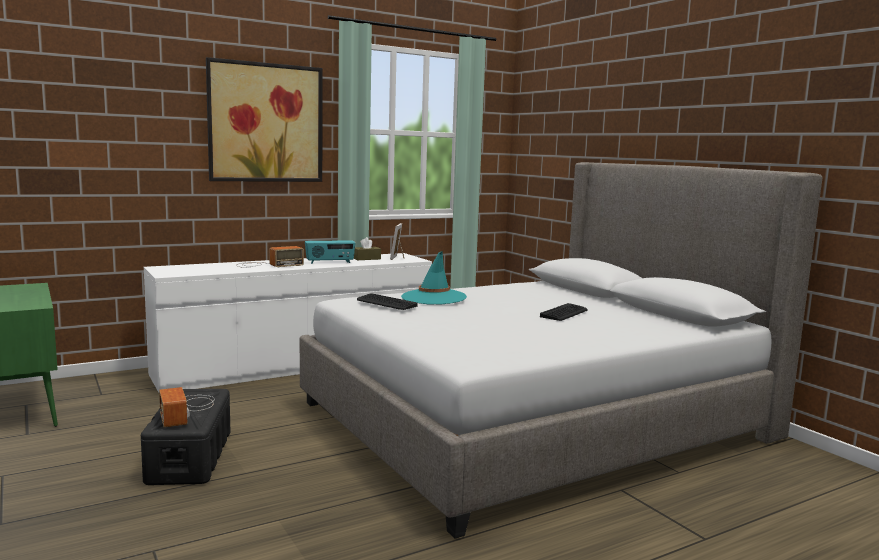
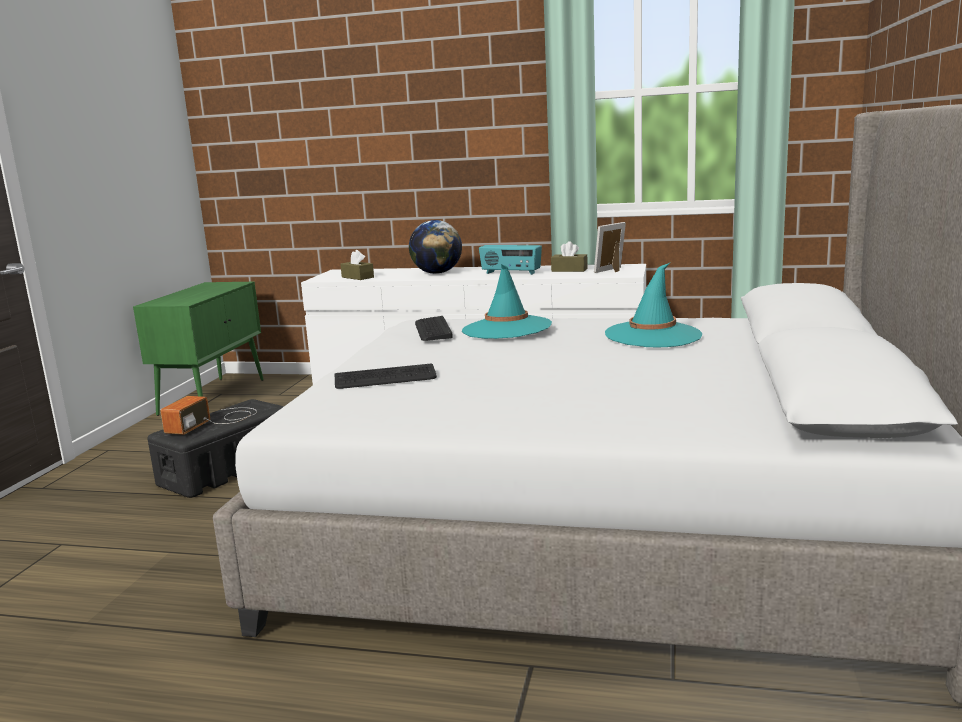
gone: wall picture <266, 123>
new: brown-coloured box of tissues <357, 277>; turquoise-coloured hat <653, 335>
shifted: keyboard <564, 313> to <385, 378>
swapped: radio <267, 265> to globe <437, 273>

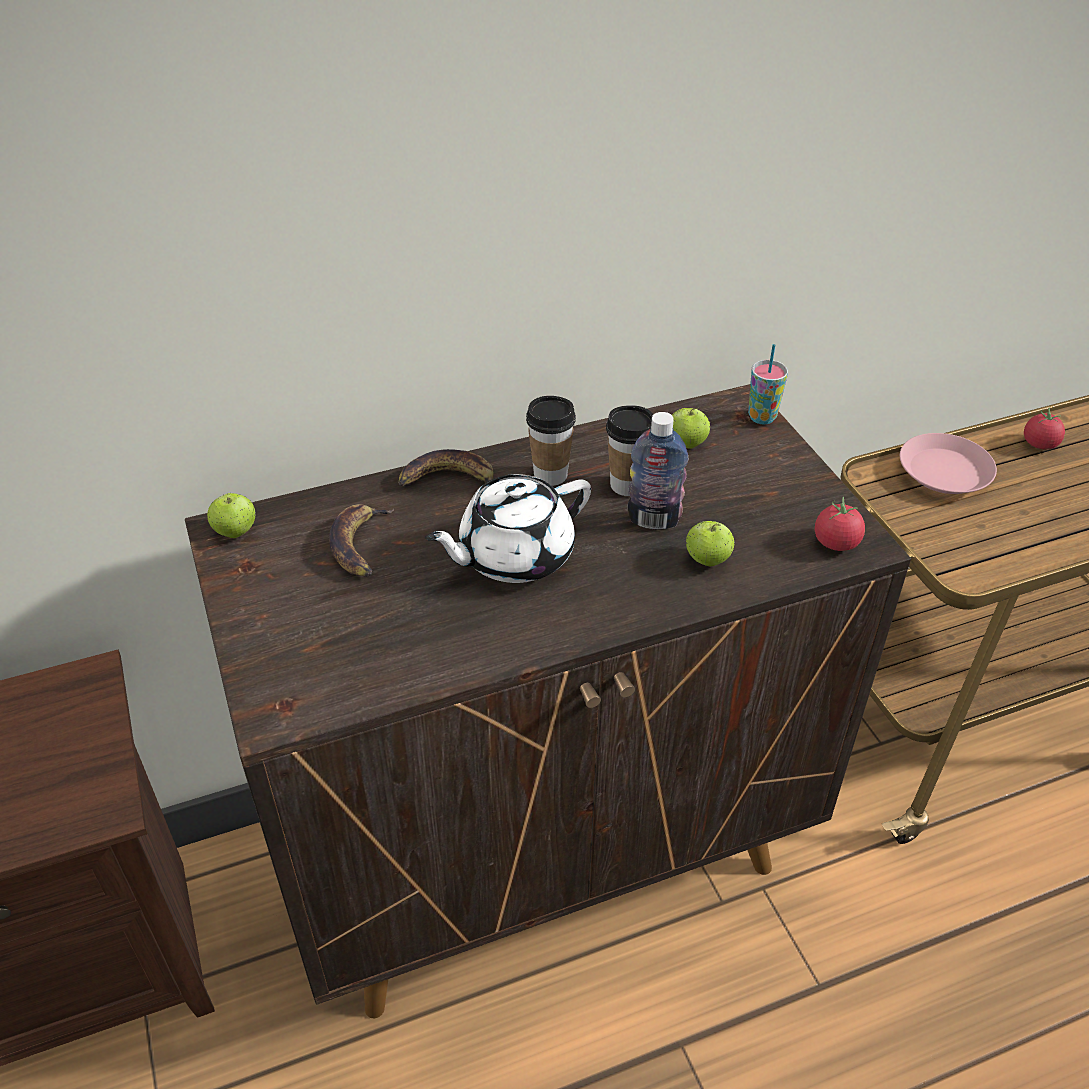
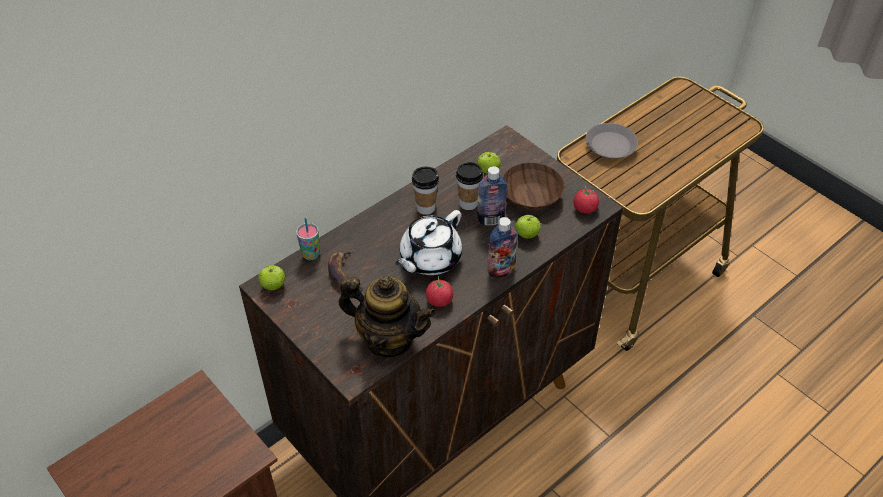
gone: banana fruit <448, 480>
new: teapot <389, 339>; beverage bottle <501, 271>; brown-coloured deep dish <530, 194>
shifted: cup <762, 417> to <311, 255>; fresh tomato <1039, 444> to <439, 300>
repainted: pink-coloured plate <944, 471> to greyish plate <610, 145>

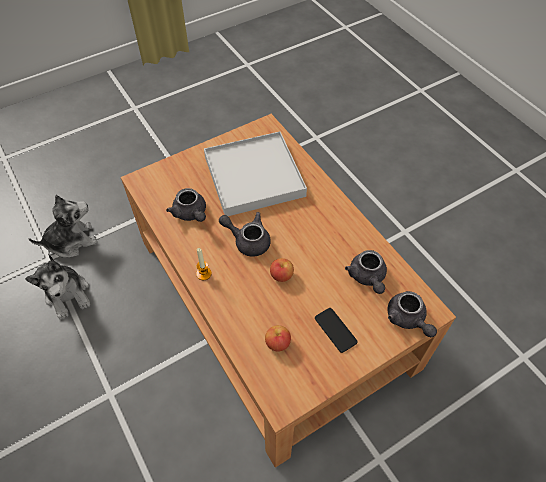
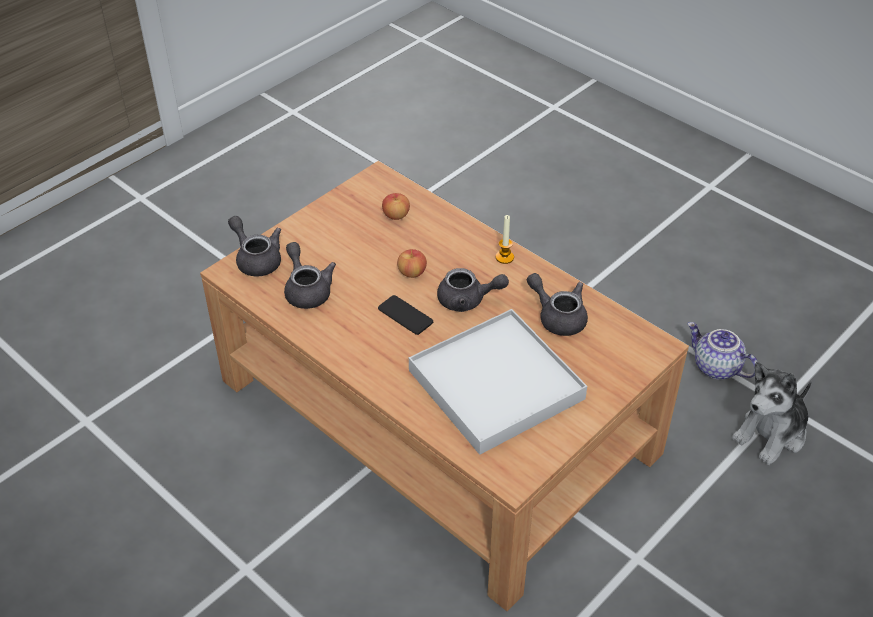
shifted: telephone <335, 330> to <405, 315>
swapped: plush toy <68, 294> to teapot <715, 367>

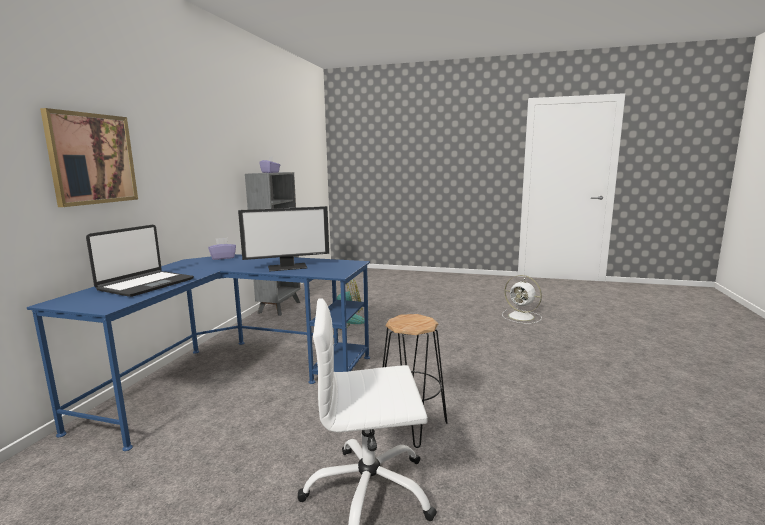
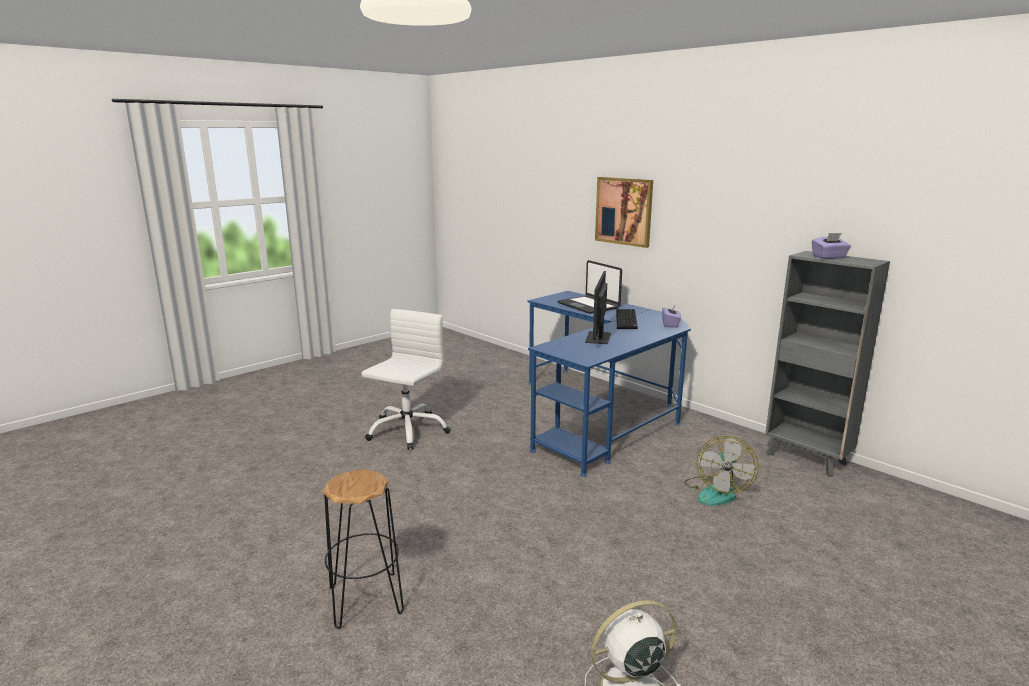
new: keyboard <627, 320>
shifted: black-coloured sitting stool <411, 425> to <365, 599>

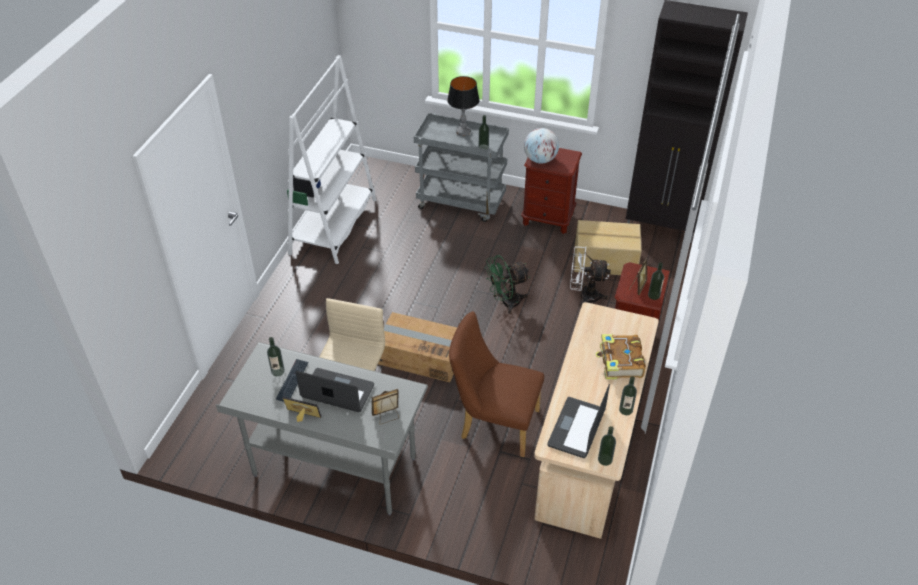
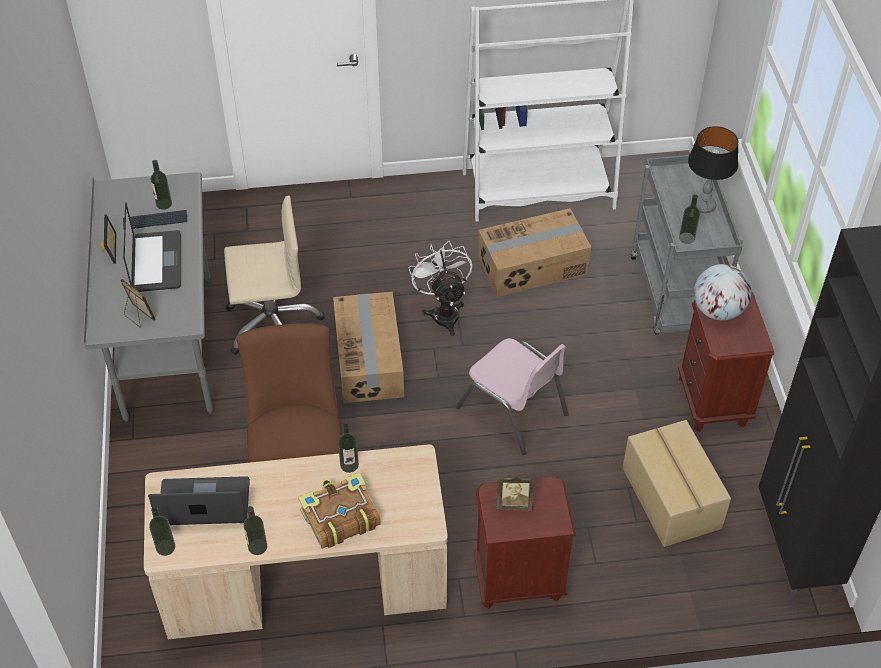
new: carton <533, 266>
shifted: white electric fan <584, 296> to <443, 311>; beverage bottle <654, 295> to <349, 465>
swapped: green electric fan <506, 303> to pink-coloured chair <513, 411>

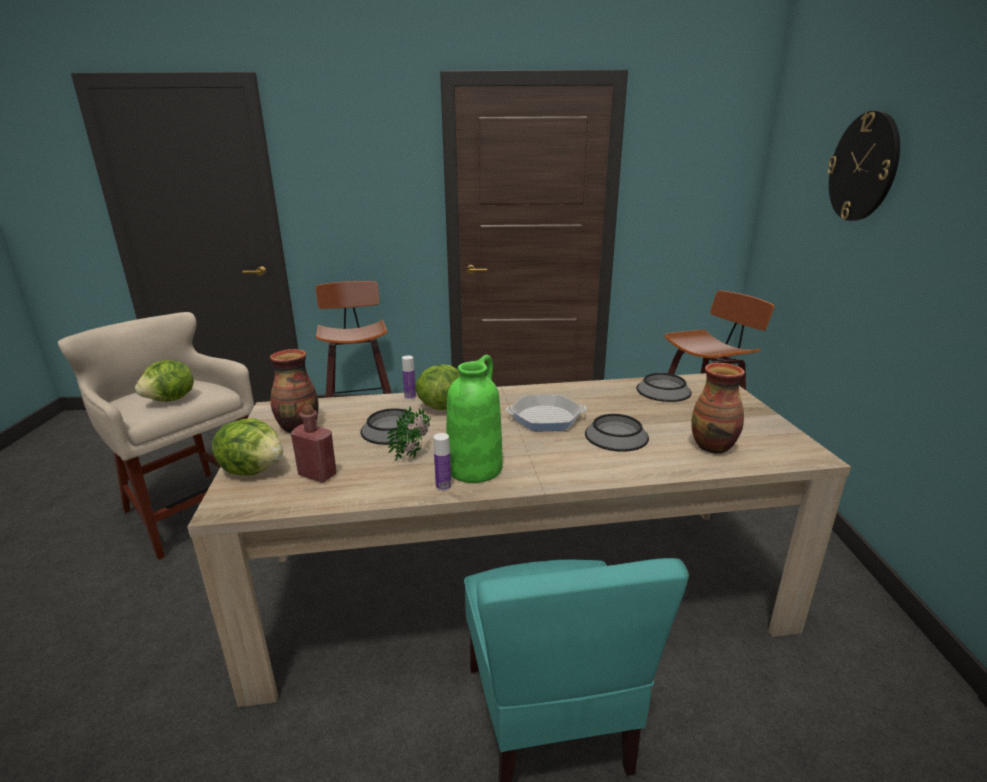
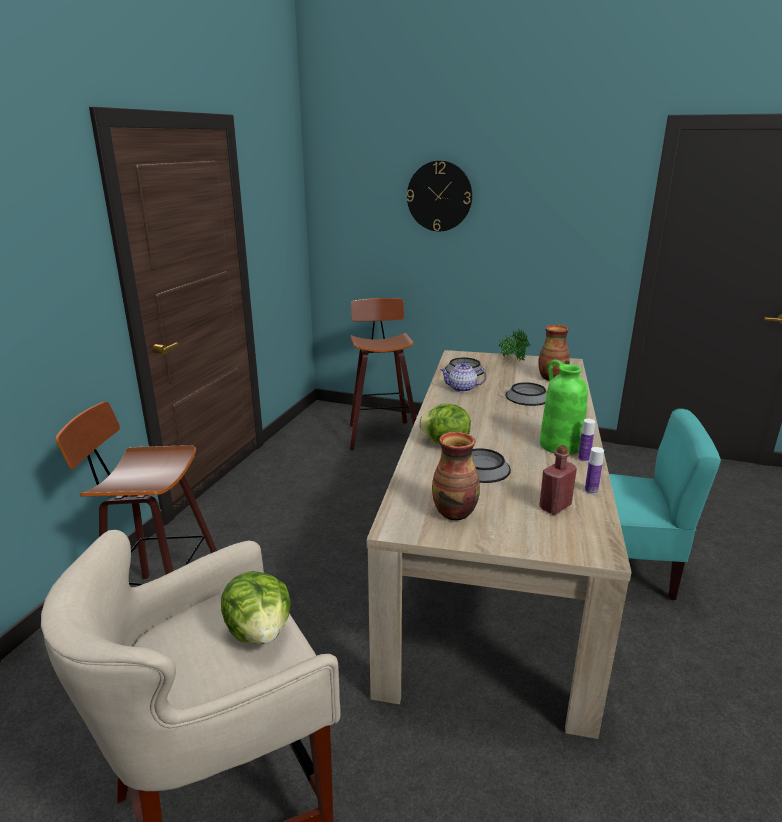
gone: head of lettuce <253, 469>; pan <545, 418>
new: teapot <462, 389>
shifted: potted plant <415, 454> to <512, 359>; beverage bottle <410, 396> to <591, 491>

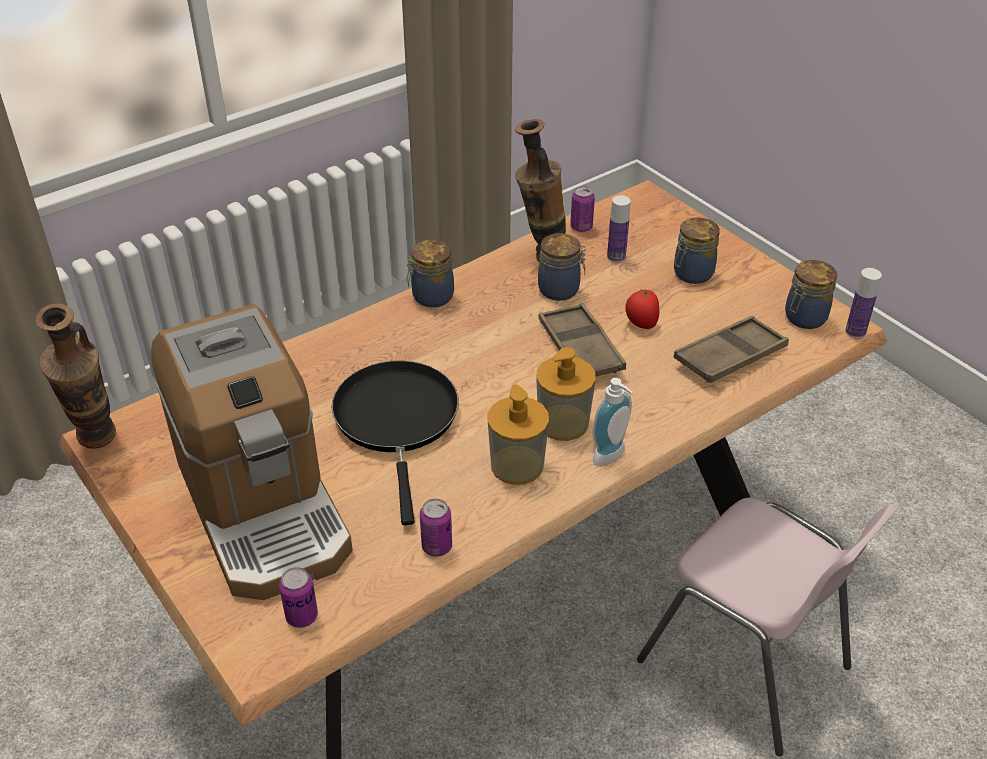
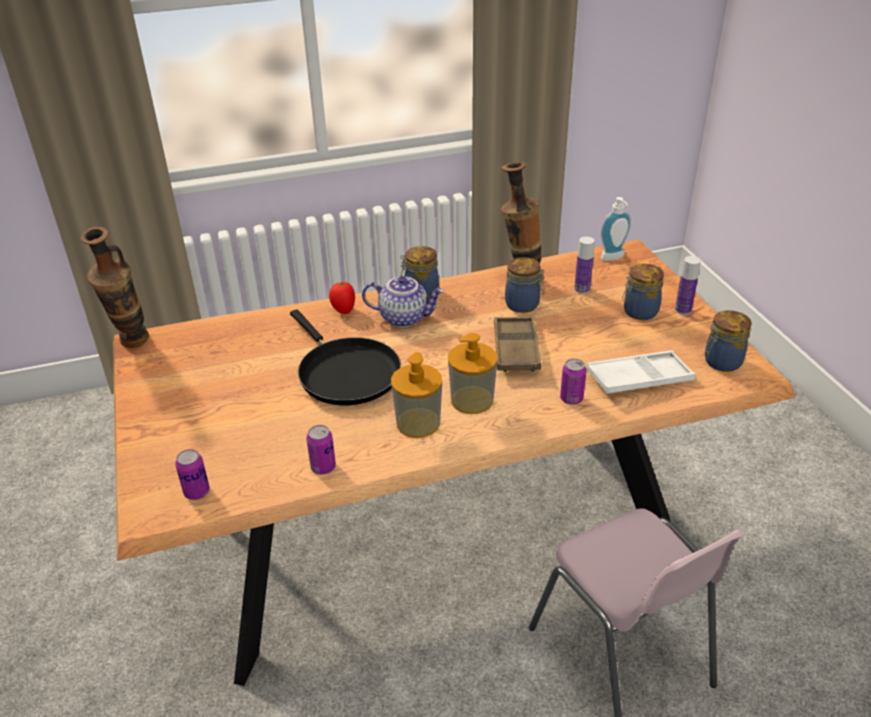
gone: coffee brewer <263, 507>
new: teapot <404, 317>
shifted: metal can <581, 227> to <571, 399>; soap dispenser <612, 457> to <614, 258>; fresh tomato <641, 324> to <343, 310>; beverage bottle <855, 332> to <683, 310>
repainted: brown-coloured carrying tray <730, 356> to white carrying tray <639, 378>
rotated: black-coloured pan <397, 421> = <345, 372> 135 degrees clockwise

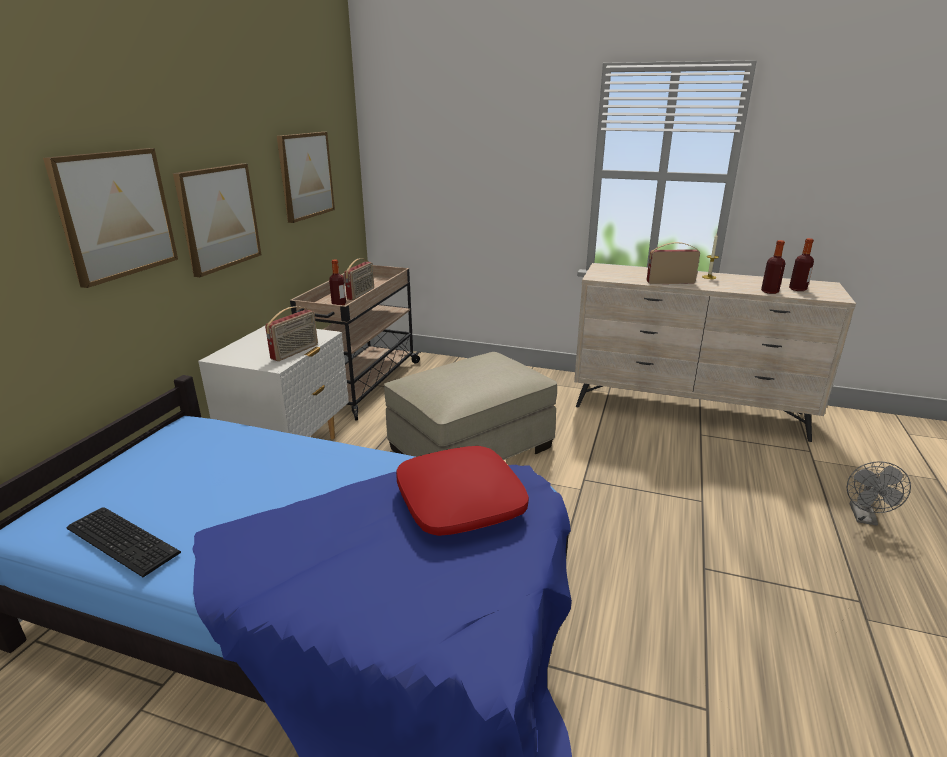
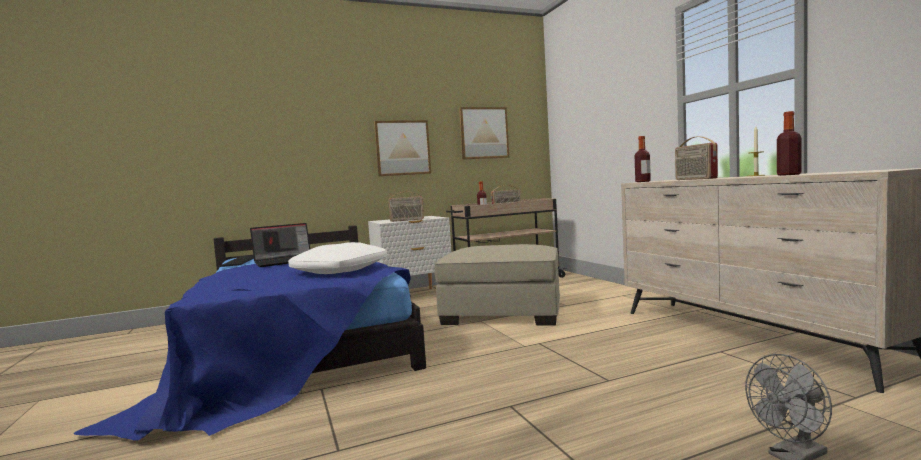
gone: wall picture <115, 214>
new: portable computer <286, 261>
shifted: beverage bottle <797, 289> to <642, 181>
repainted: red-coloured cushion <461, 502> to white cushion <340, 270>
rotated: radio <670, 282> = <695, 179> 150 degrees counterclockwise

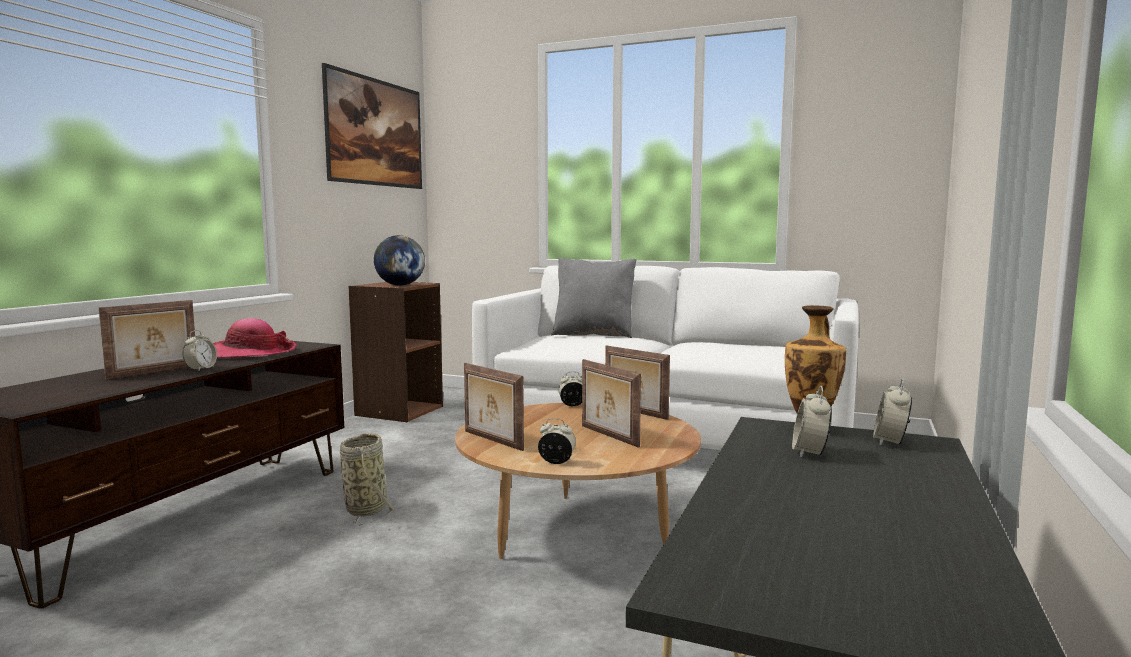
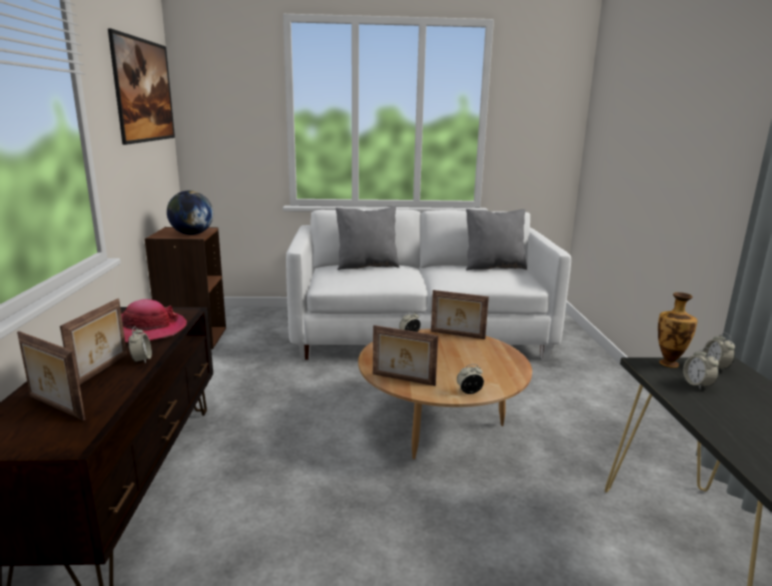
gone: household basket <366, 508>
new: greyish cushion <493, 267>
shifted: photo frame <608, 436> to <55, 408>

